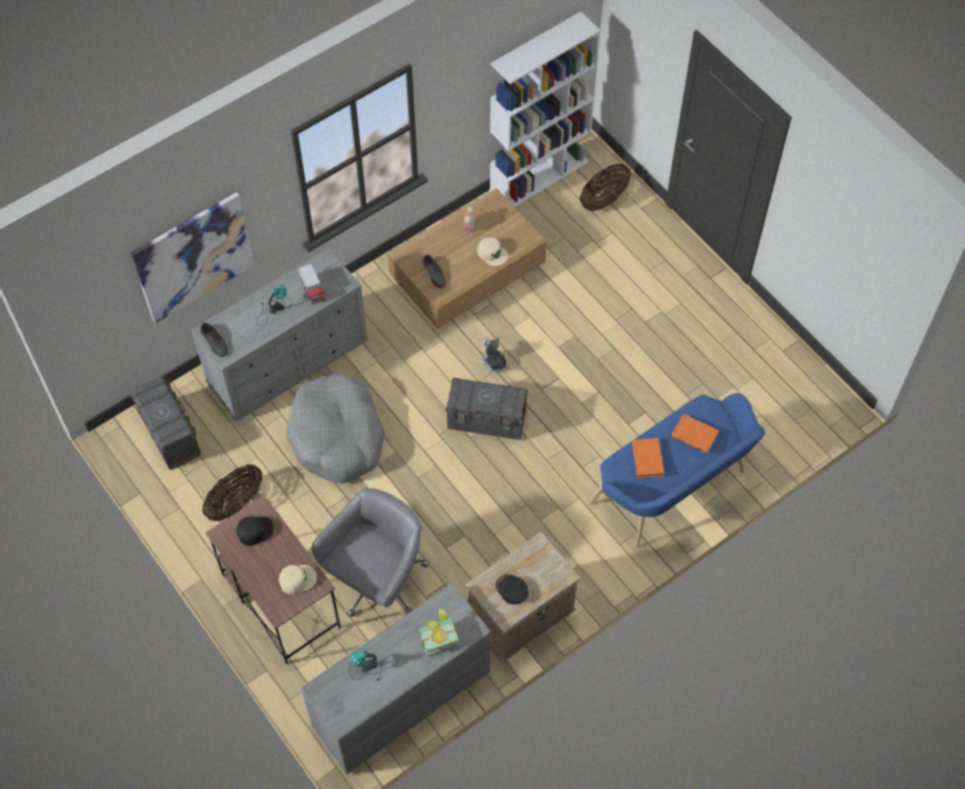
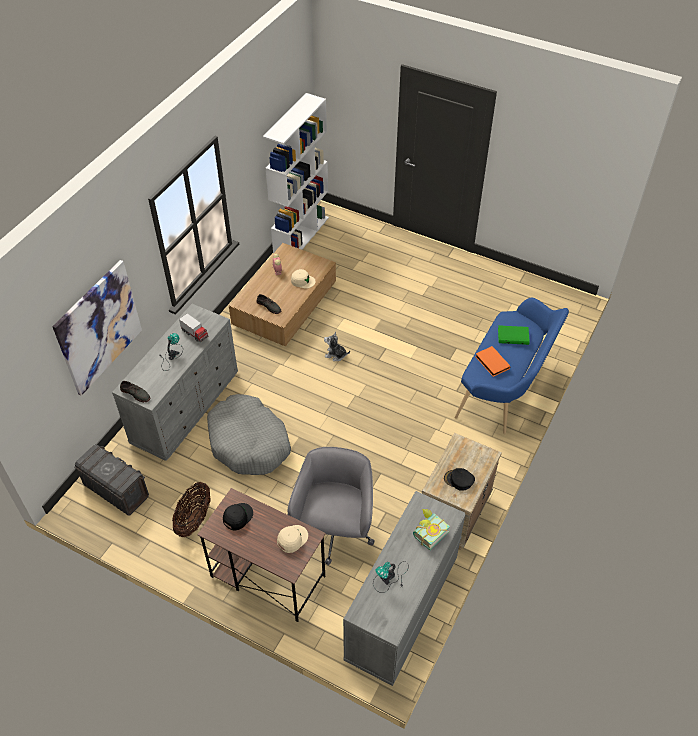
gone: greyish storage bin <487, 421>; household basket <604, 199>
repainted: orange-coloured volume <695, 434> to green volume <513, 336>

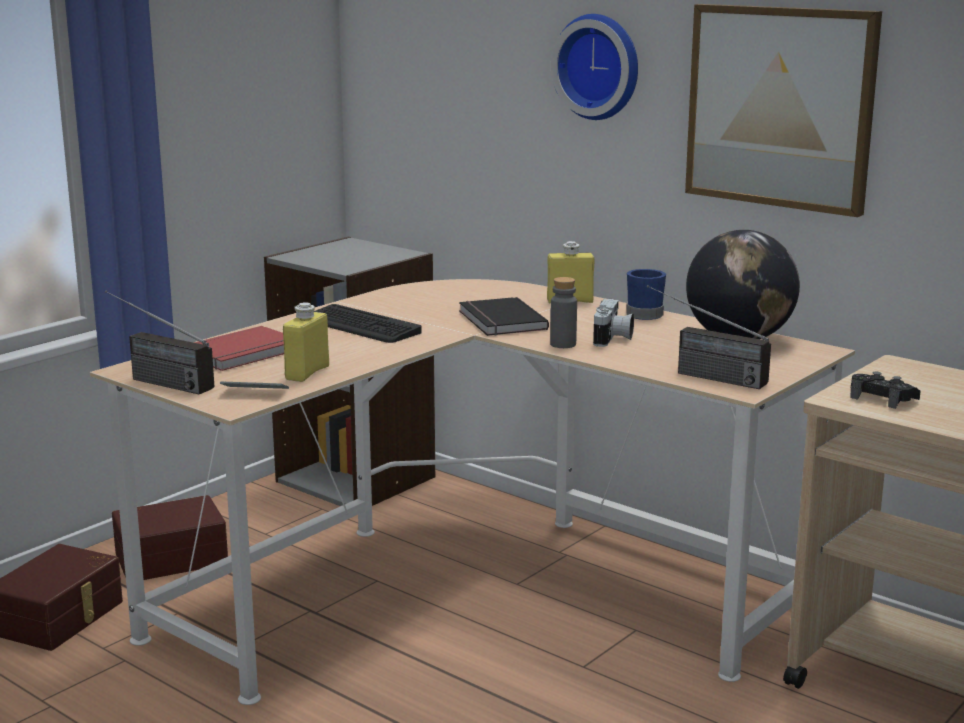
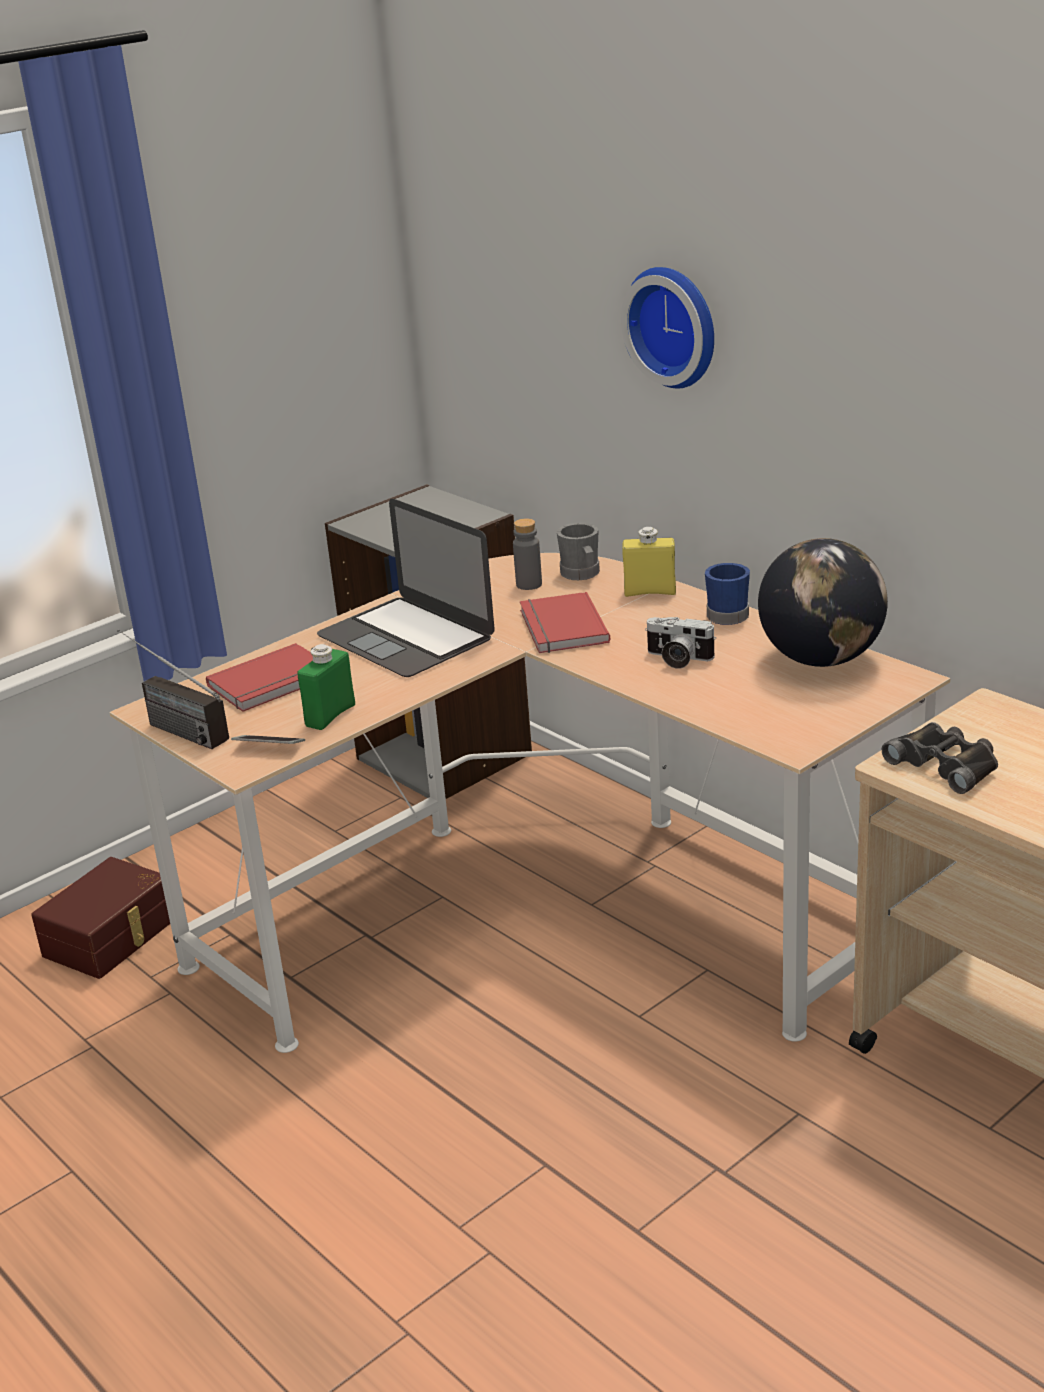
gone: brown-coloured storage bin <170, 557>; radio <699, 374>; wall picture <780, 107>
new: greyish coffee mug <581, 574>
shifted: greyish beverage bottle <563, 344> to <529, 584>
swapped: keyboard <361, 326> to portable computer <406, 637>; black-coloured gamepad <882, 398> to black-coloured pair of binoculars <945, 764>
repainted: yellow beverage bottle <307, 373> to green beverage bottle <330, 715>; black-coloured volume <499, 321> to red-coloured volume <560, 627>
rotated: still camera <613, 339> = <677, 659> 90 degrees clockwise

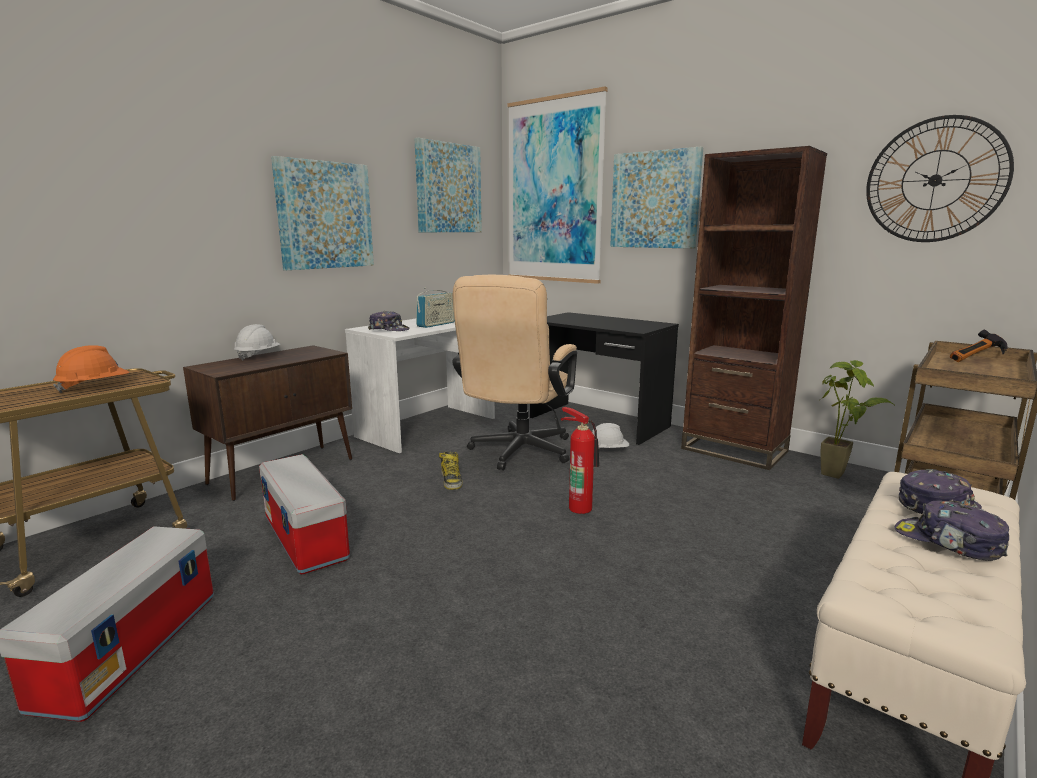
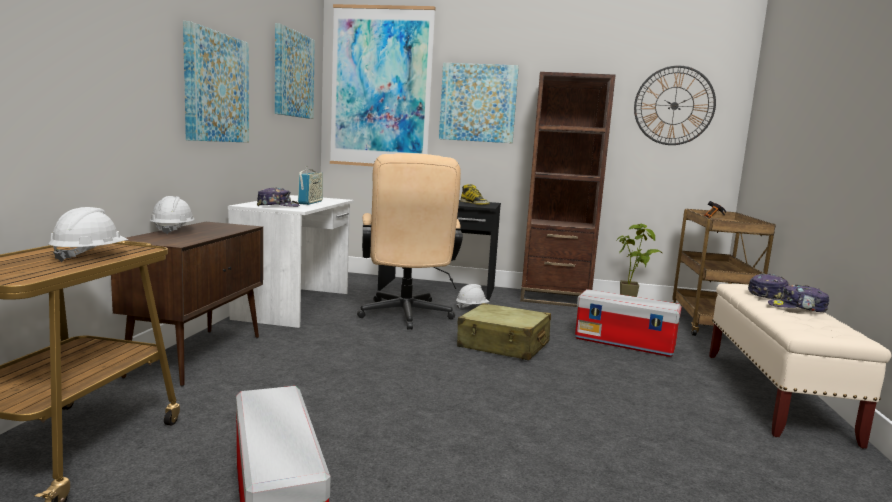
shifted: storage bin <306, 538> to <625, 343>; boot <451, 480> to <474, 203>
swapped: fire extinguisher <580, 507> to beige-coloured piece of luggage <503, 345>
repainted: orange-coloured safety helmet <94, 387> to white safety helmet <89, 256>

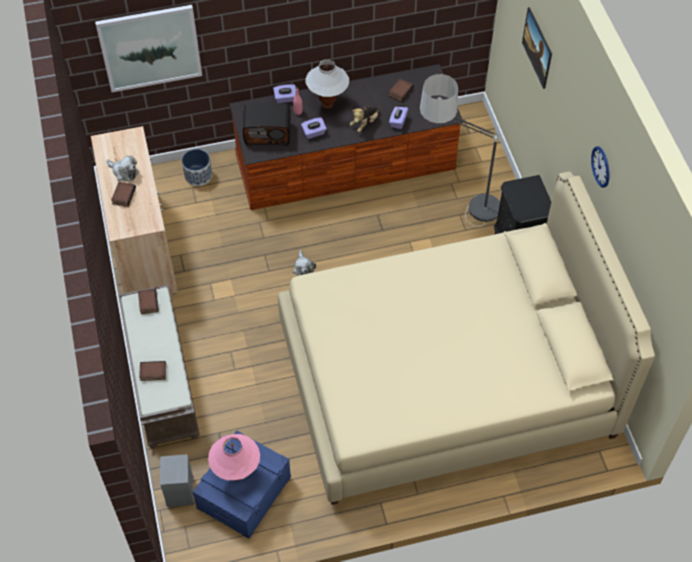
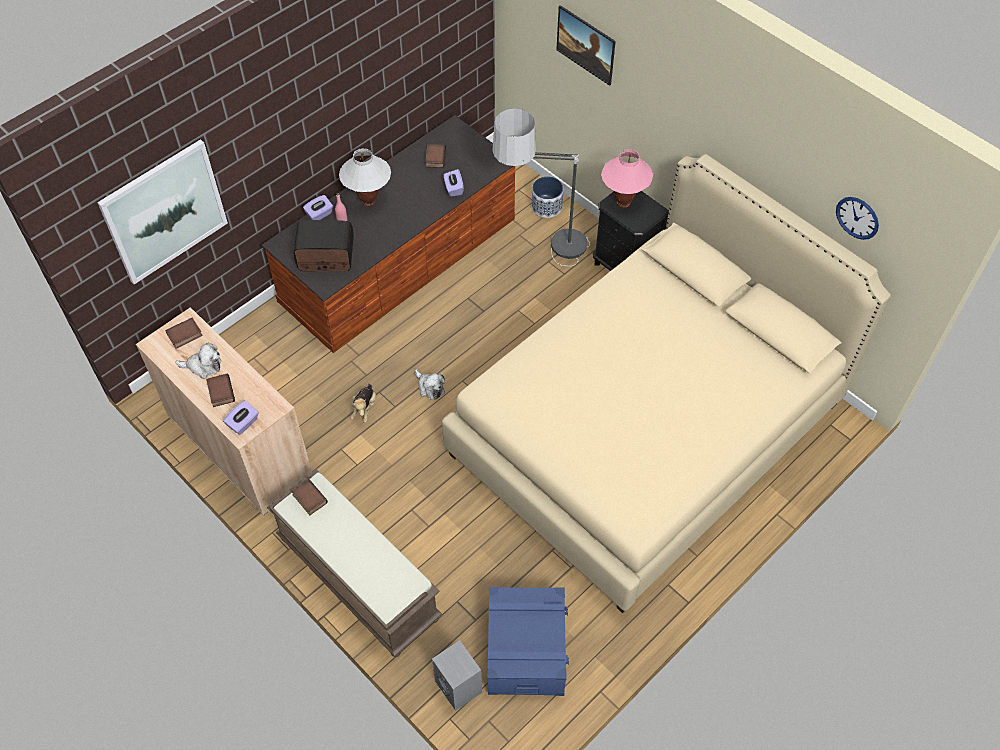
shifted: volume <152, 373> to <184, 336>; plant pot <198, 175> to <546, 206>; pink-coloured table lamp <237, 474> to <623, 203>; purple box of tissues <314, 133> to <243, 423>; plush toy <365, 123> to <364, 408>; hanging clock <601, 166> to <857, 217>
rotated: radio <268, 133> = <325, 258> 150 degrees counterclockwise

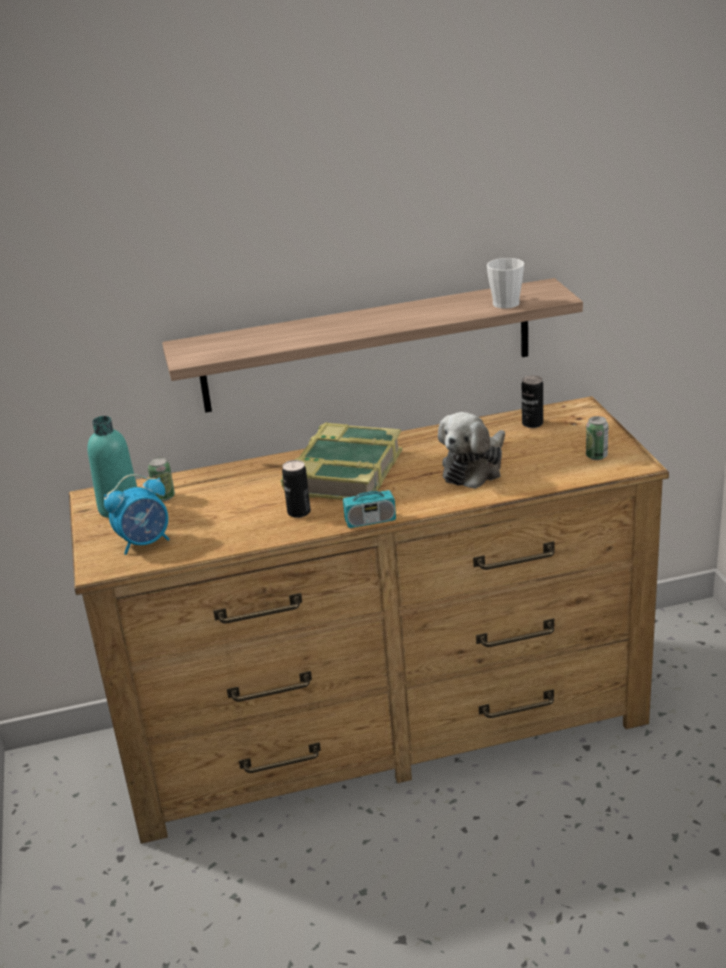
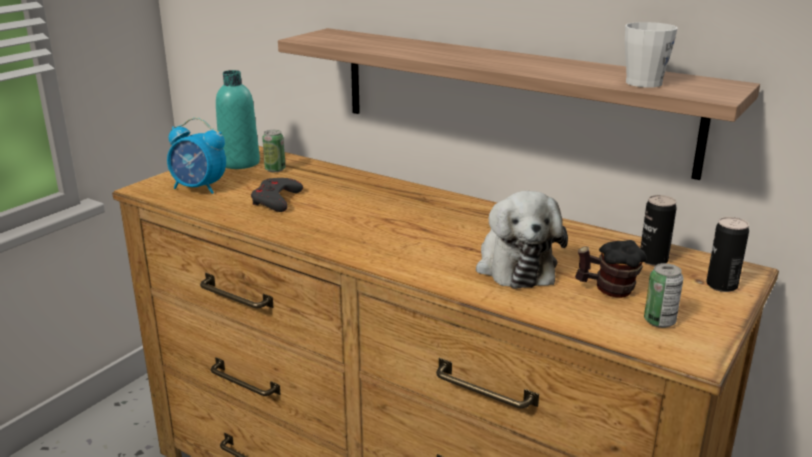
gone: volume <343, 472>; radio <370, 521>
new: greyish gamepad <276, 200>; coffee mug <607, 290>
shifted: metal can <299, 512> to <721, 285>
rotated: plush toy <474, 468> = <514, 265> 90 degrees counterclockwise

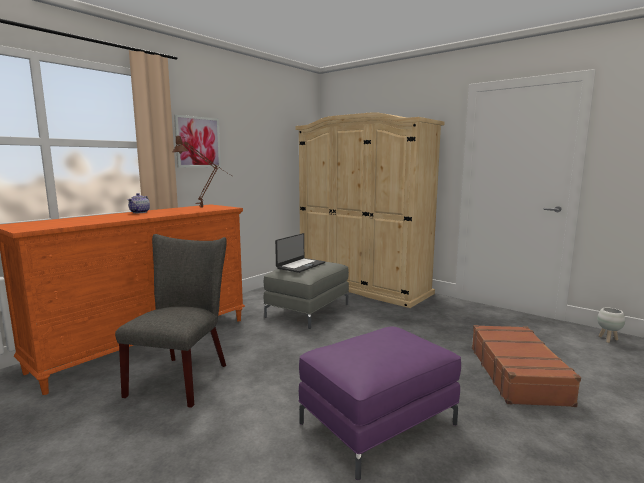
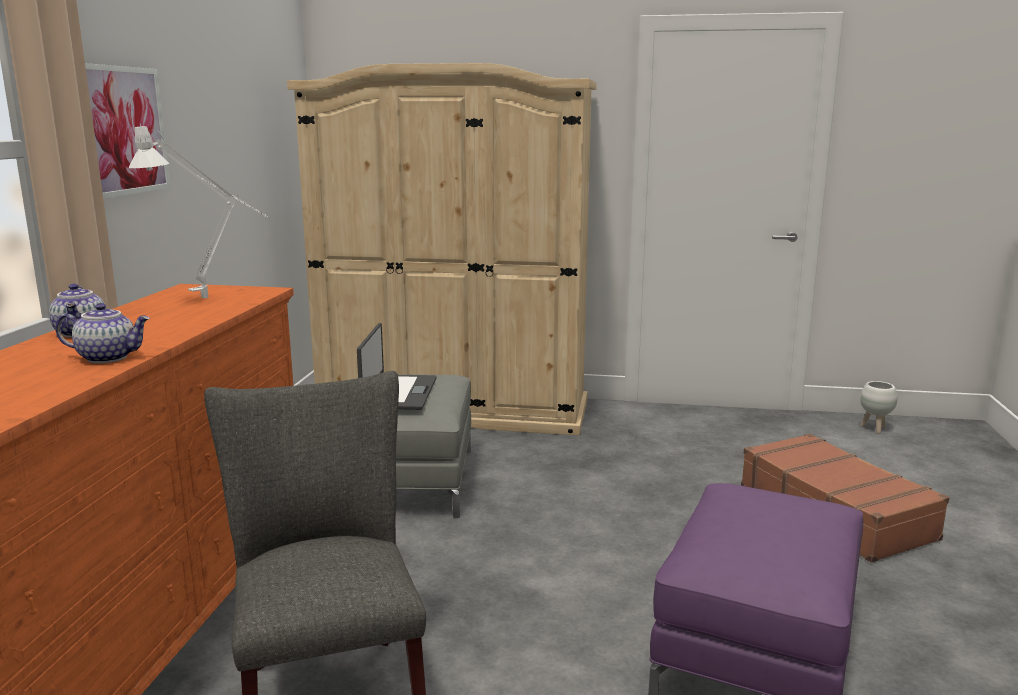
new: teapot <109, 357>
repainted: brown-coloured table lamp <205, 208> to white table lamp <213, 299>

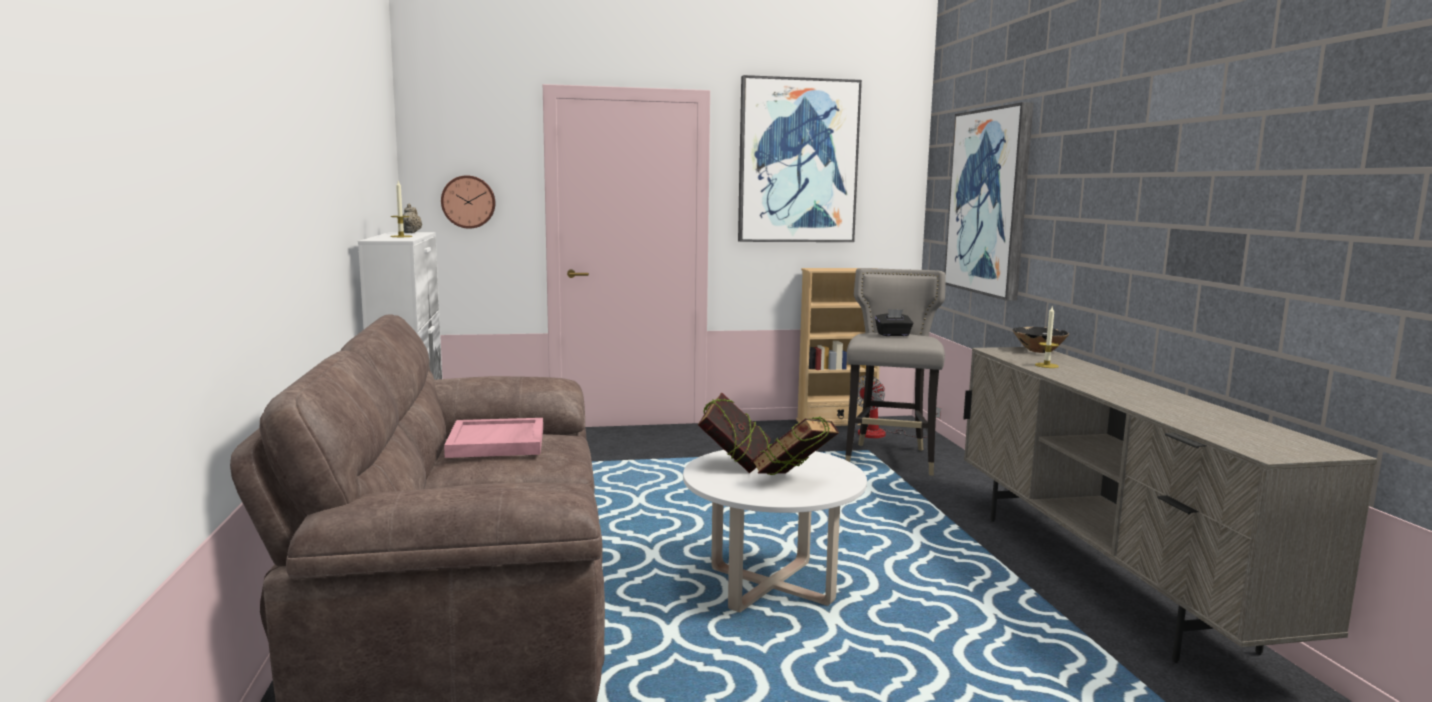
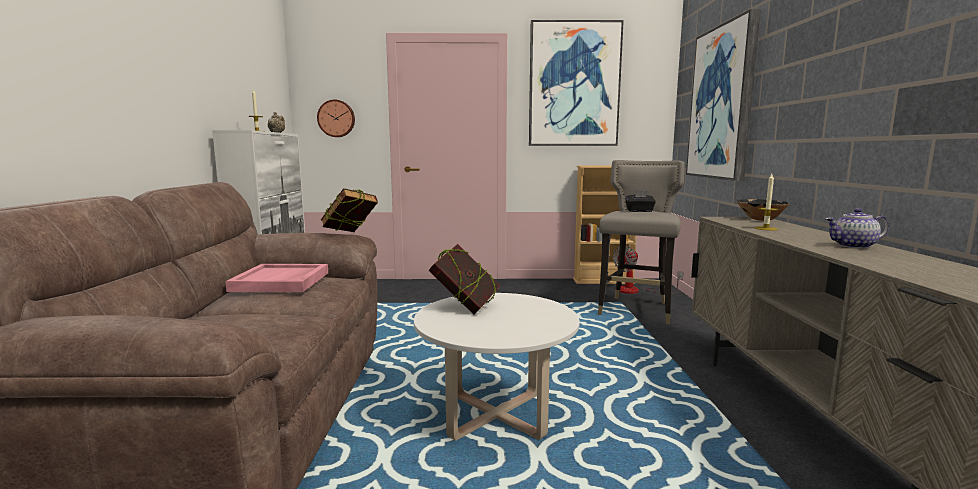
new: teapot <853, 246>
shifted: volume <794, 482> to <350, 235>

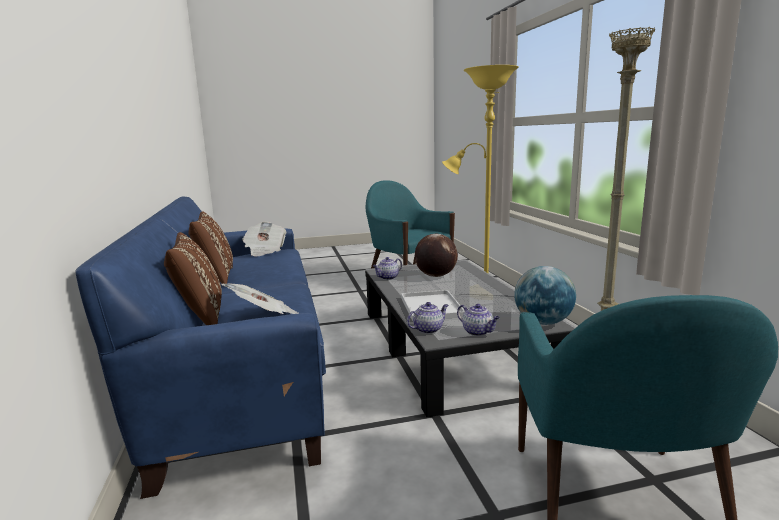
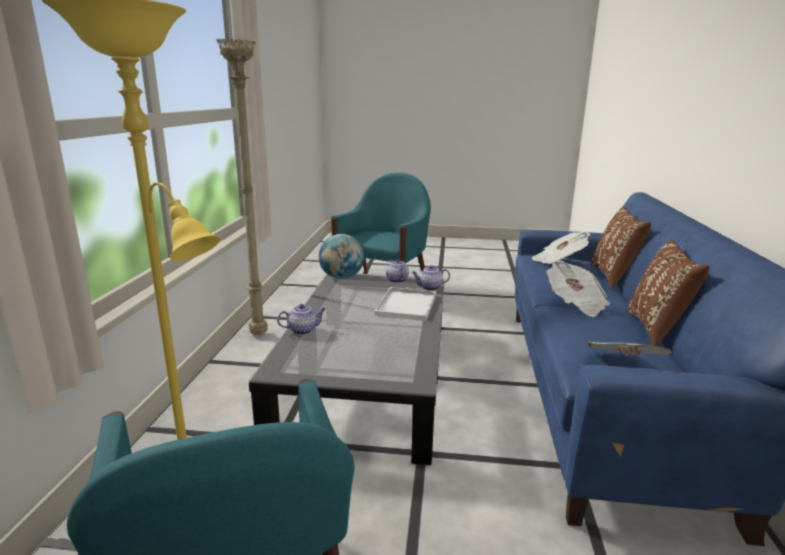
gone: globe <435, 276>
new: newspaper <576, 304>
shifted: teapot <387, 278> to <303, 330>

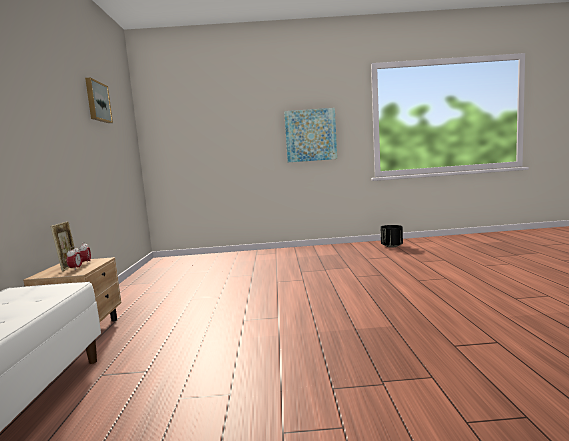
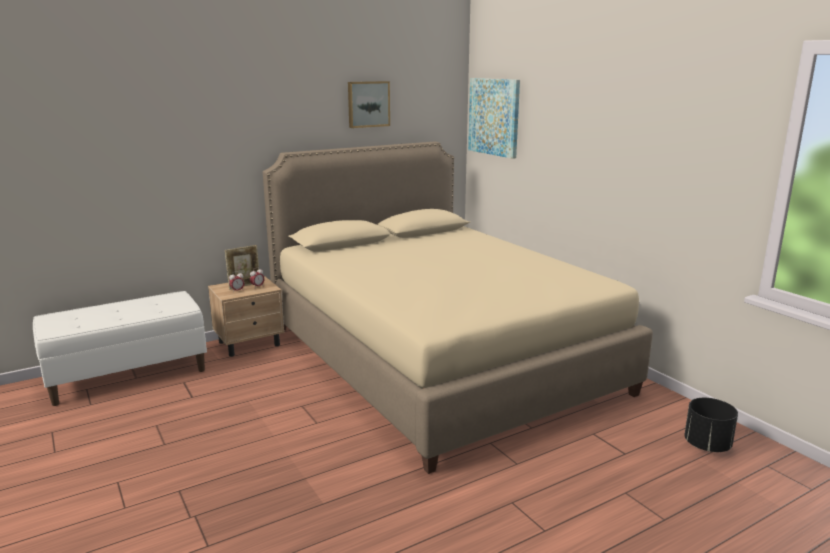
new: beige-coloured sleeping bed <438, 358>
shifted: wall picture <310, 135> to <494, 117>

